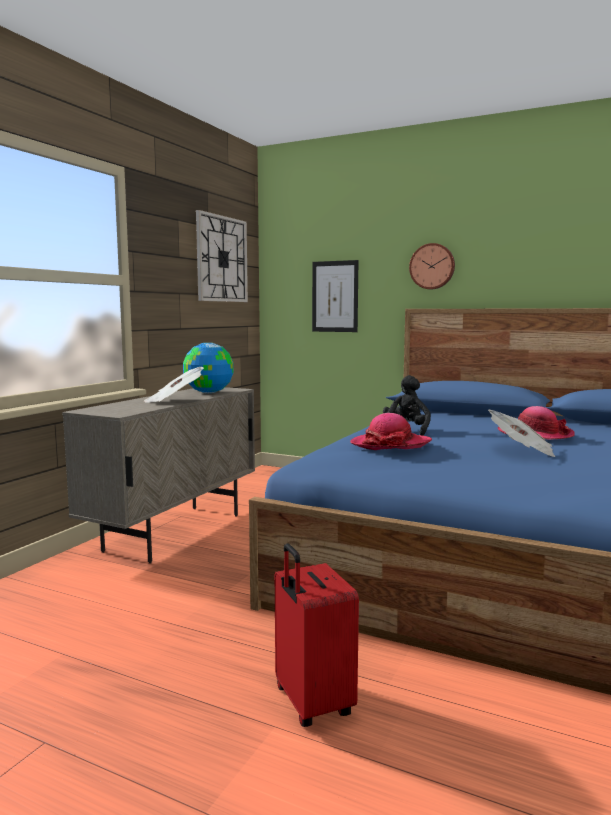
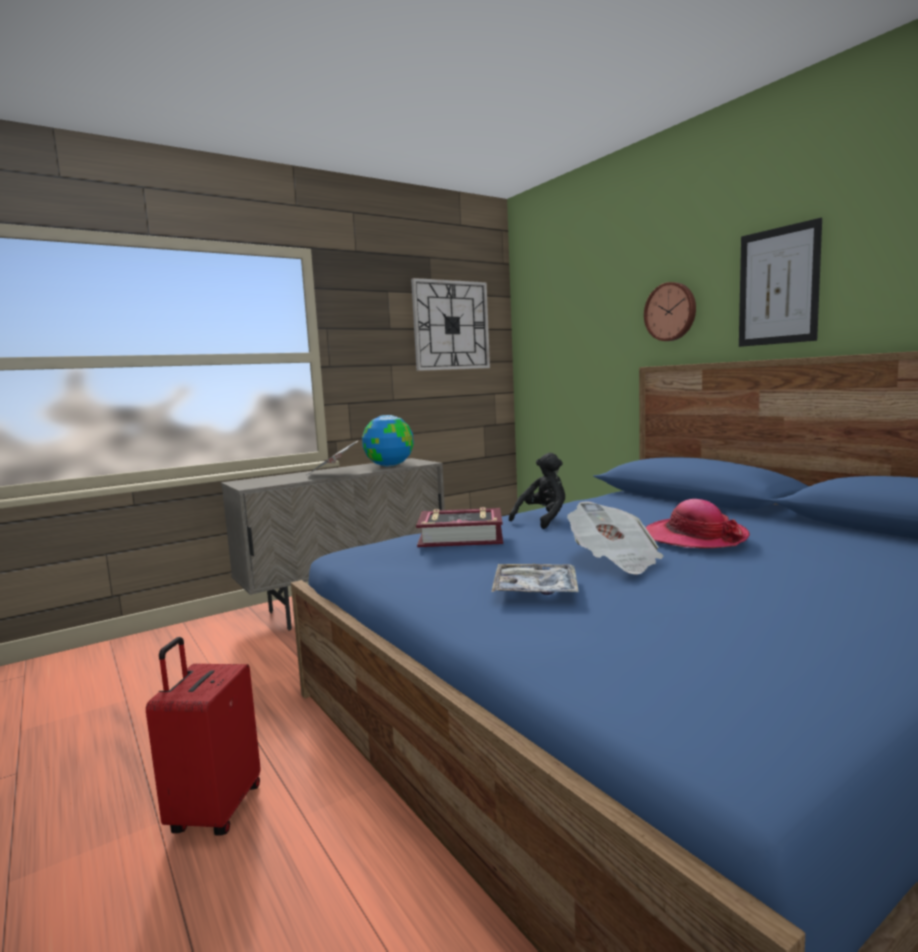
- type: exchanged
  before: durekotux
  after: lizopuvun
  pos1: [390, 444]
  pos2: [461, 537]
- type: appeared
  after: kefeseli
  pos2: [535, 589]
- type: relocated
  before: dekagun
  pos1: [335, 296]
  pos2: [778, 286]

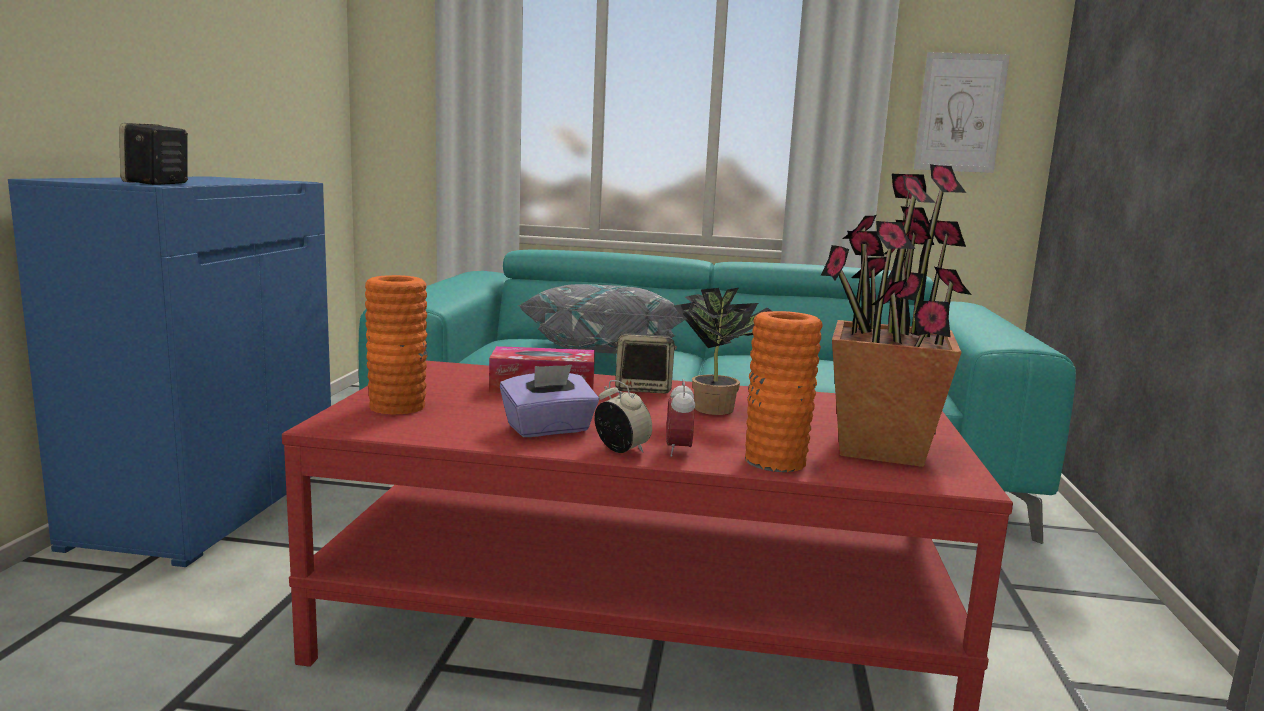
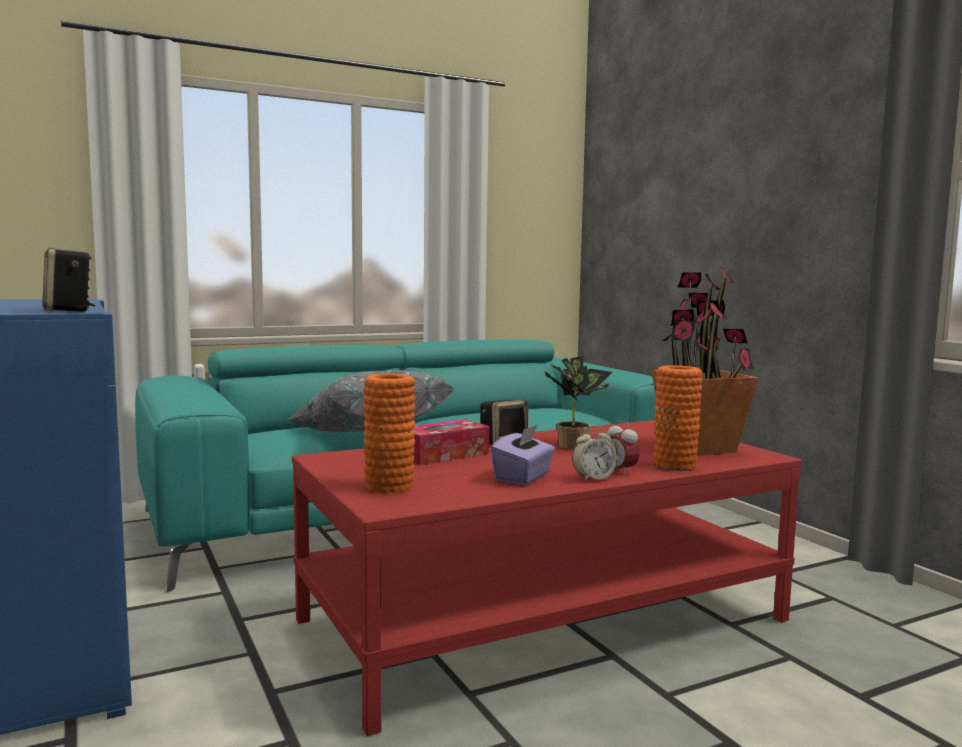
- type: spun
  before: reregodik
  pos1: [621, 450]
  pos2: [593, 478]
  turn: 150
- type: missing
  before: dekagun
  pos1: [960, 113]

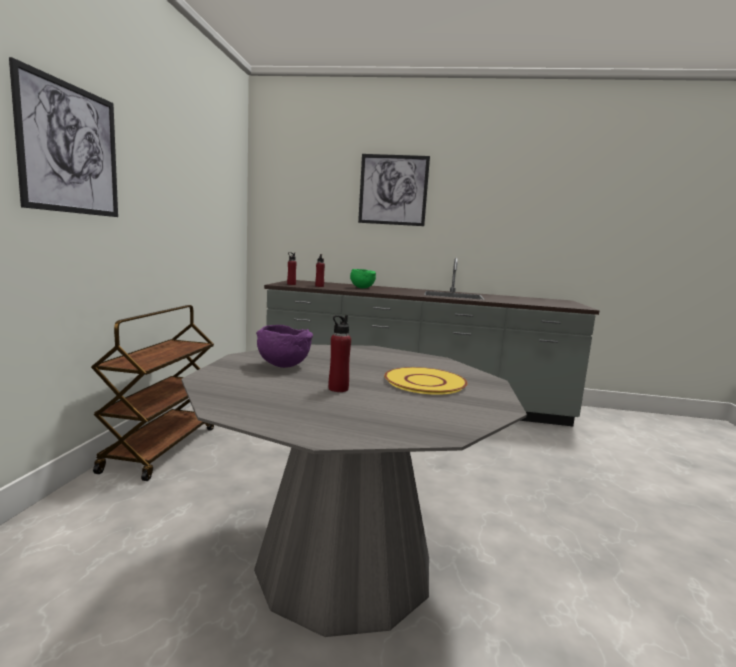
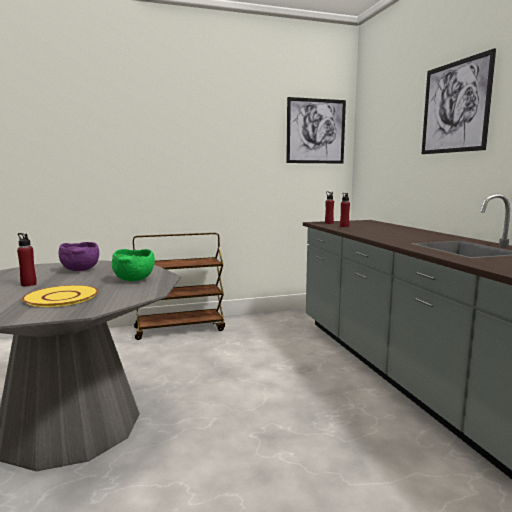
- type: relocated
  before: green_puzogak
  pos1: [361, 288]
  pos2: [134, 280]
- type: relocated
  before: dekagun
  pos1: [70, 149]
  pos2: [316, 131]

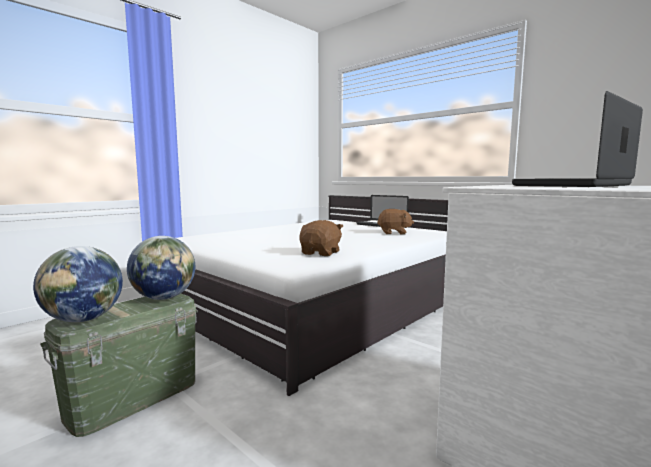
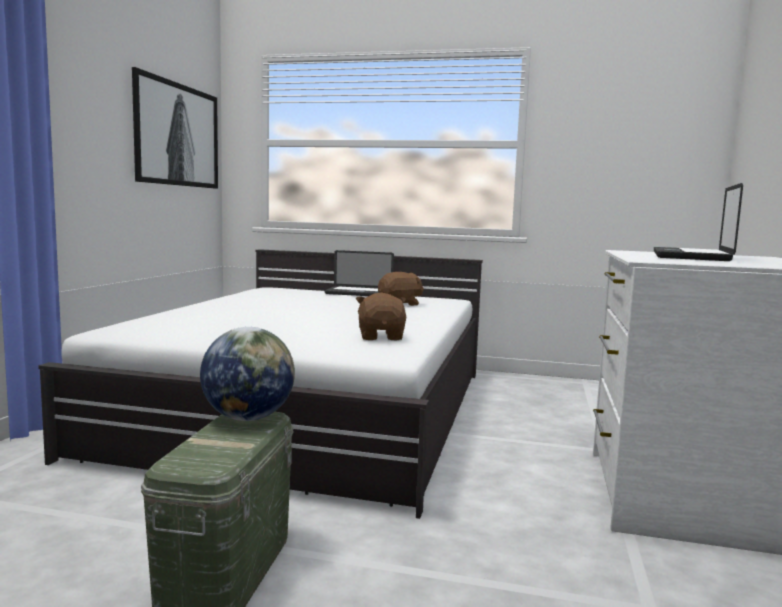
- type: appeared
  after: dekagun
  pos2: [178, 135]
- type: missing
  before: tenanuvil
  pos1: [84, 319]

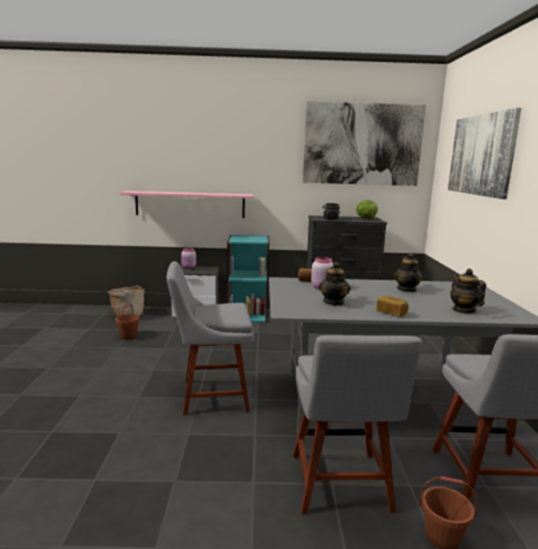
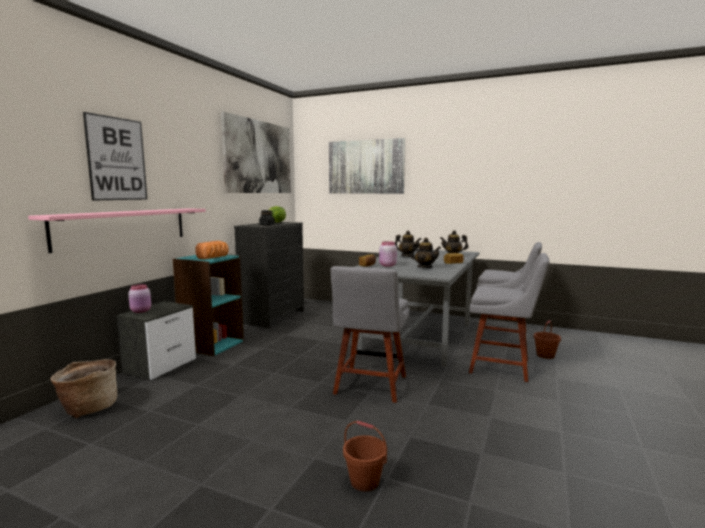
- type: appeared
  after: dekagun
  pos2: [117, 159]
- type: appeared
  after: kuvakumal
  pos2: [214, 258]
- type: relocated
  before: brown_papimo
  pos1: [128, 336]
  pos2: [364, 481]

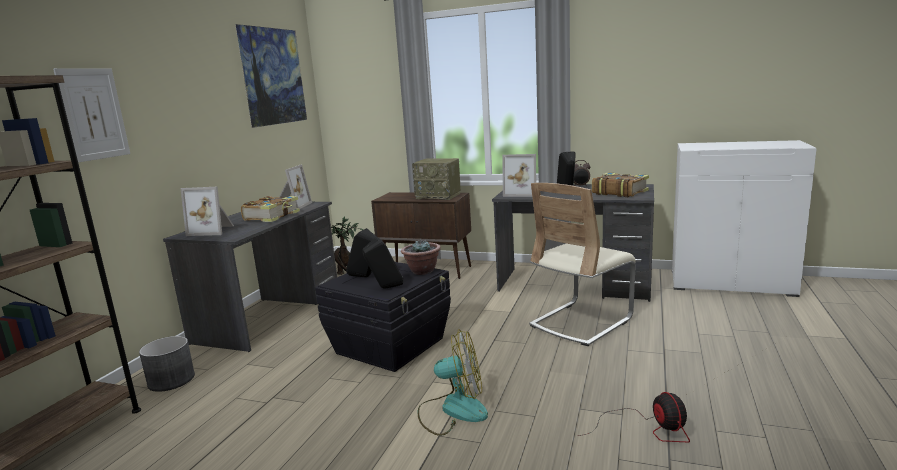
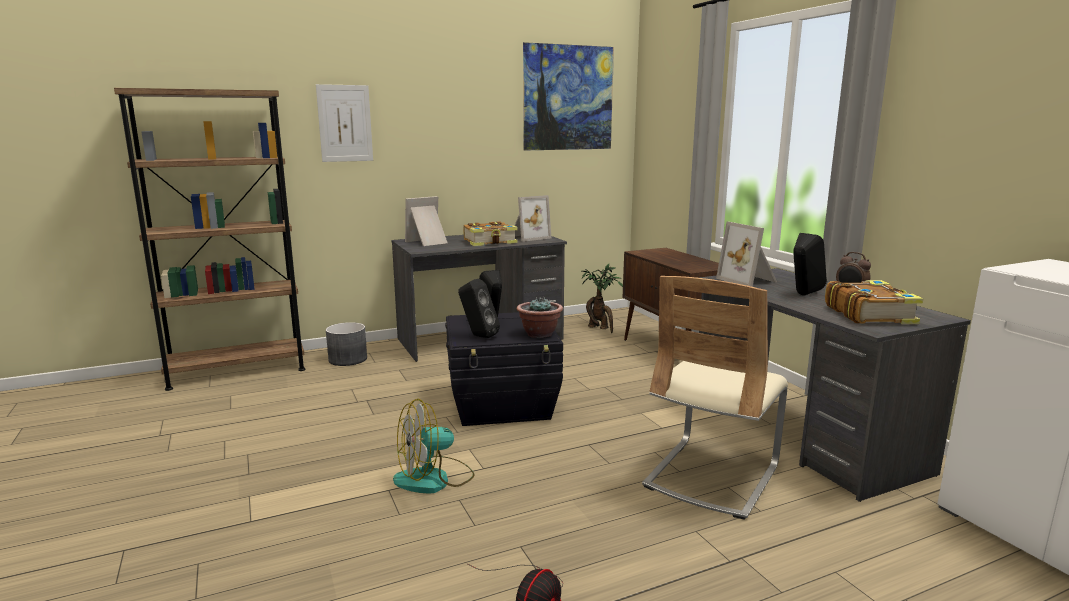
- type: spun
  before: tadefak
  pos1: [453, 410]
  pos2: [434, 479]
  turn: 105
- type: spun
  before: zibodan
  pos1: [213, 230]
  pos2: [428, 242]
  turn: 90
- type: spun
  before: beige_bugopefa
  pos1: [581, 322]
  pos2: [711, 476]
  turn: -60
- type: missing
  before: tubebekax
  pos1: [439, 196]

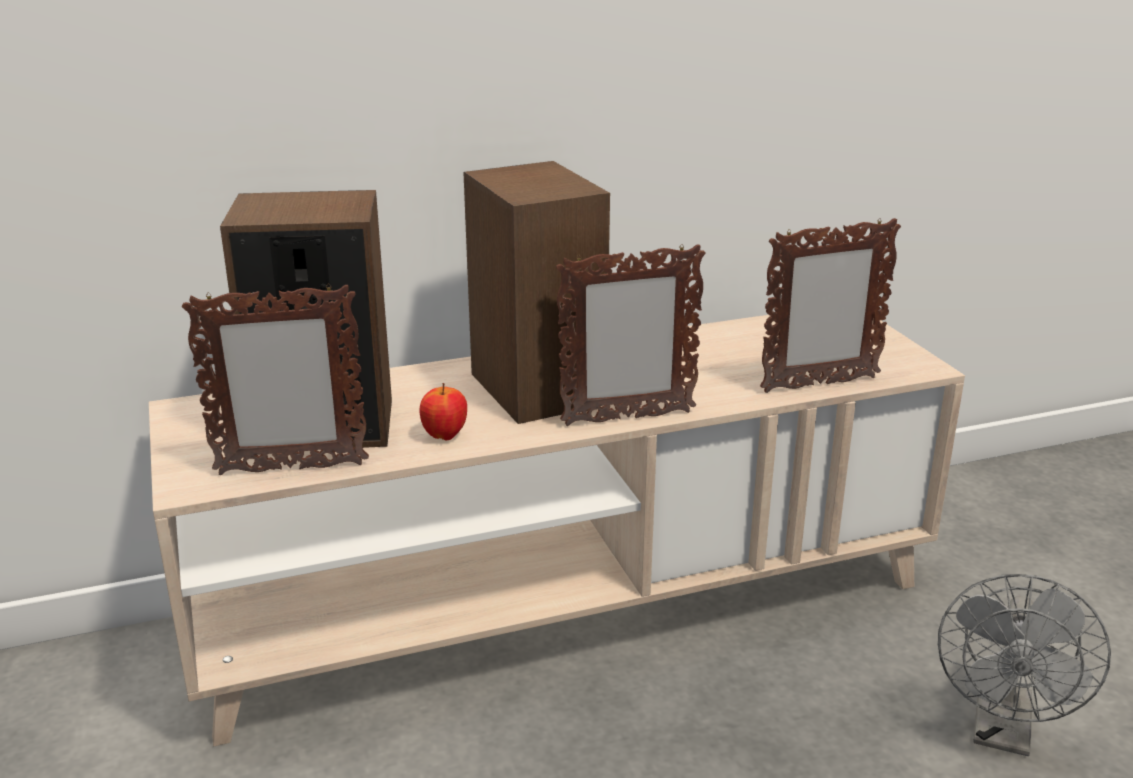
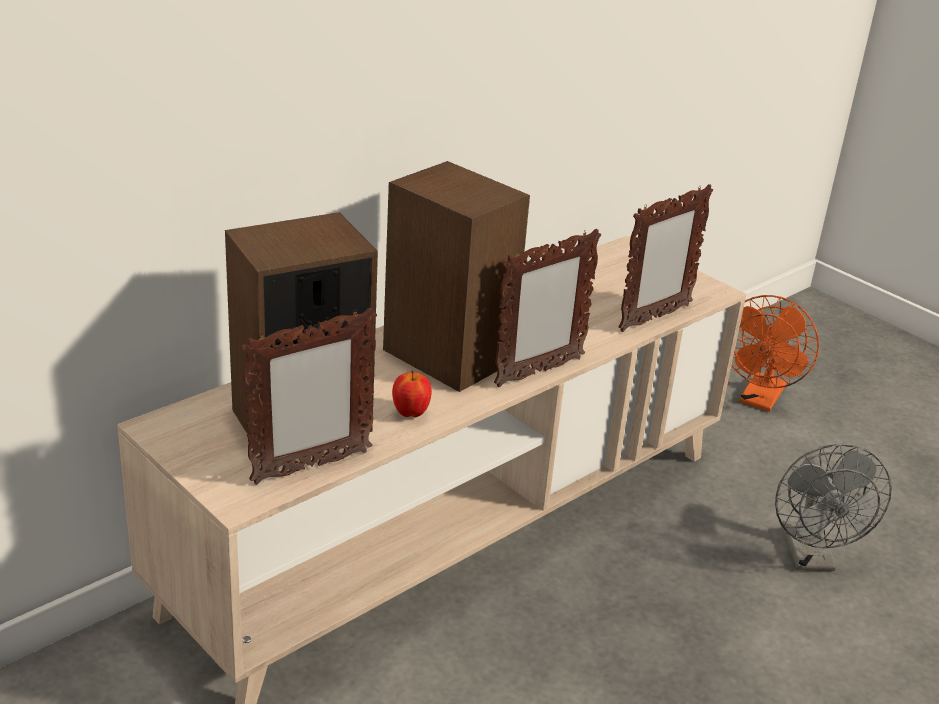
- type: appeared
  after: orange_tadefak
  pos2: [760, 400]

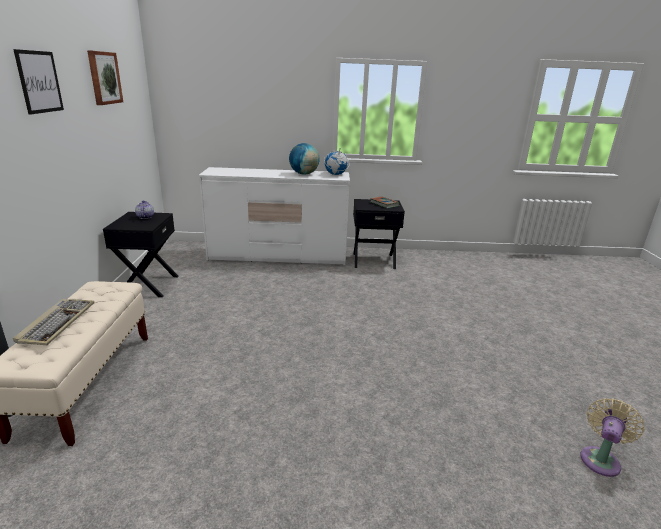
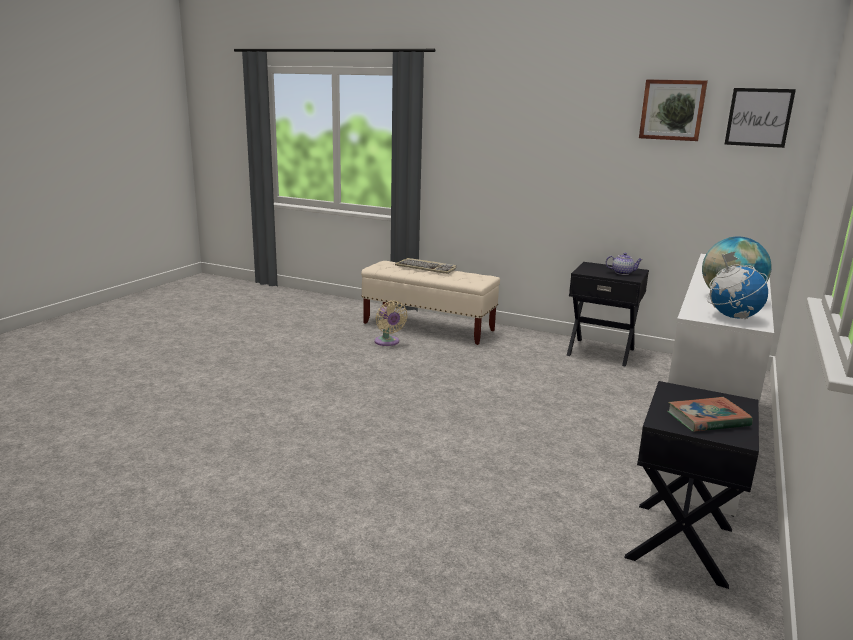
- type: relocated
  before: beige_tadefak
  pos1: [601, 459]
  pos2: [388, 342]
- type: relocated
  before: dekagun
  pos1: [39, 82]
  pos2: [759, 117]

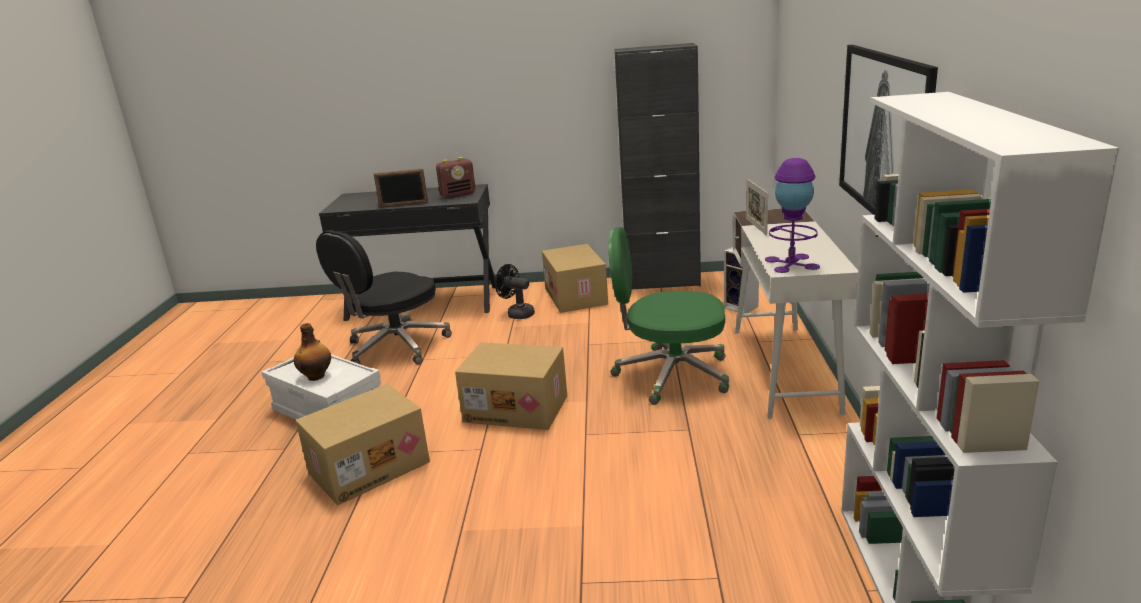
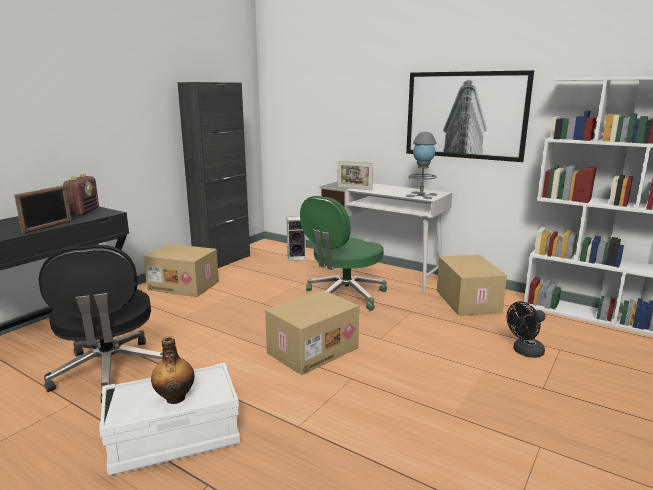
- type: colour
  before: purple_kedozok
  after: grey_kedozok
  pos1: [791, 263]
  pos2: [421, 195]
- type: relocated
  before: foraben
  pos1: [369, 467]
  pos2: [466, 301]
- type: relocated
  before: black_tadefak
  pos1: [517, 314]
  pos2: [525, 352]

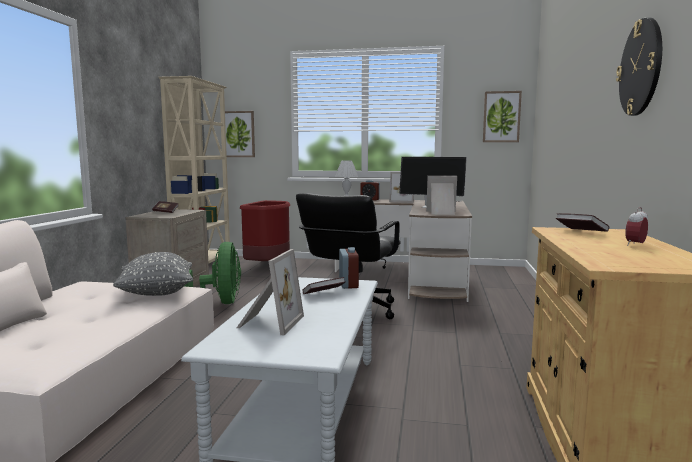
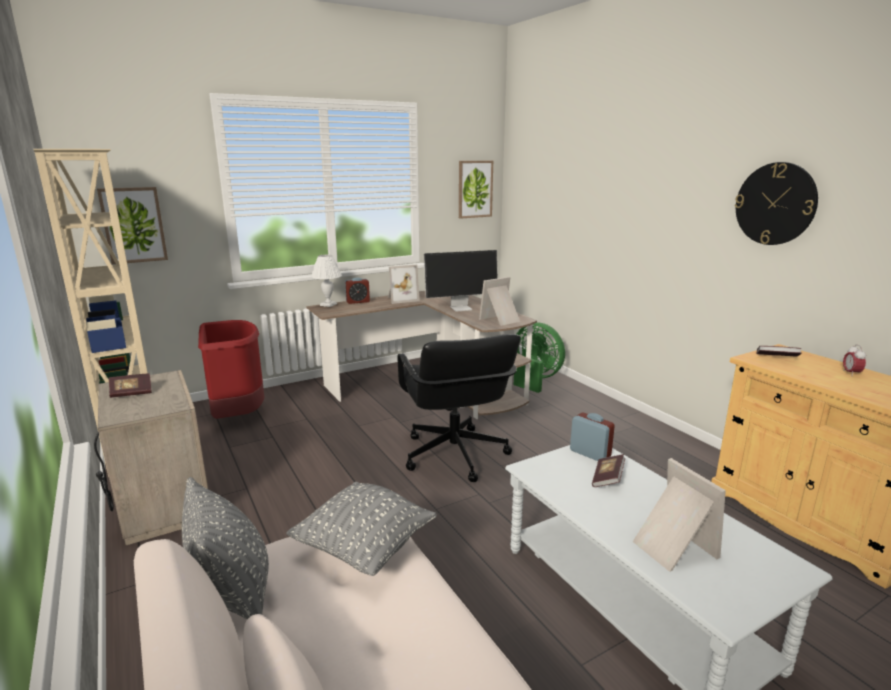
- type: appeared
  after: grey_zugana
  pos2: [233, 594]
- type: relocated
  before: green_tadefak
  pos1: [220, 303]
  pos2: [534, 379]

